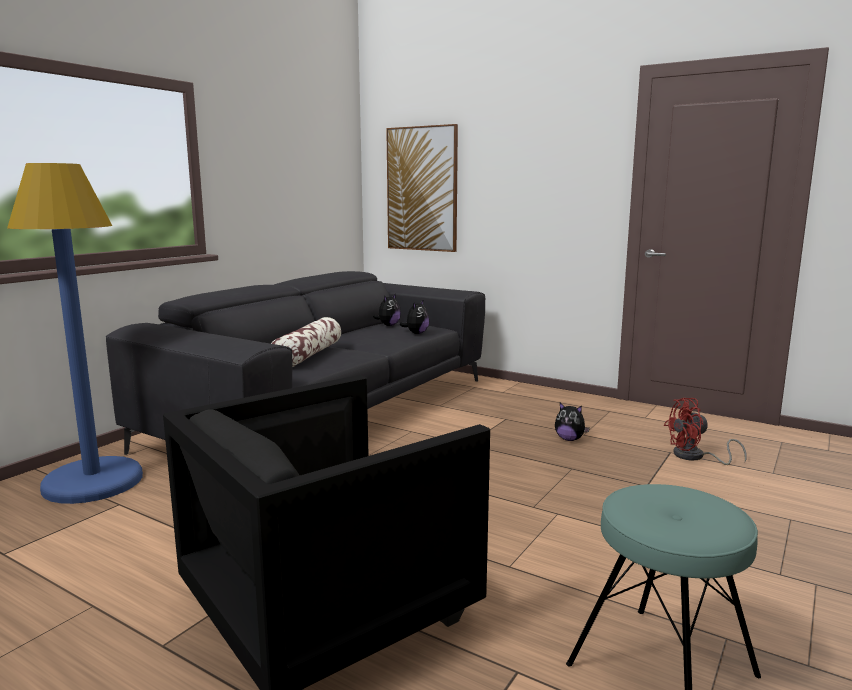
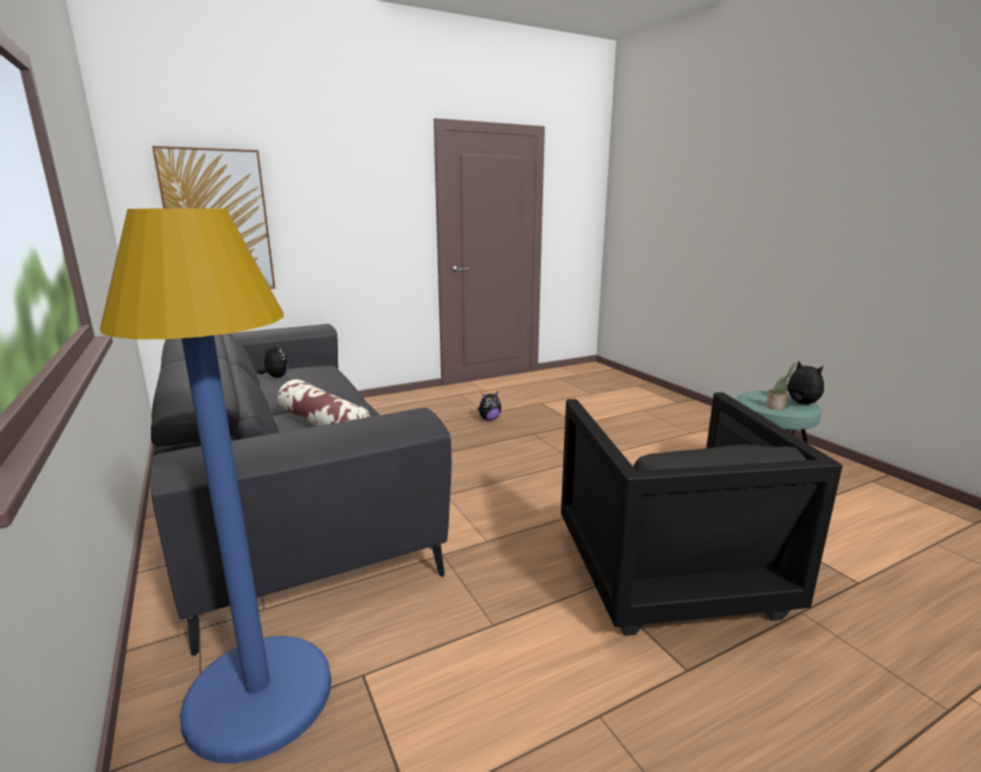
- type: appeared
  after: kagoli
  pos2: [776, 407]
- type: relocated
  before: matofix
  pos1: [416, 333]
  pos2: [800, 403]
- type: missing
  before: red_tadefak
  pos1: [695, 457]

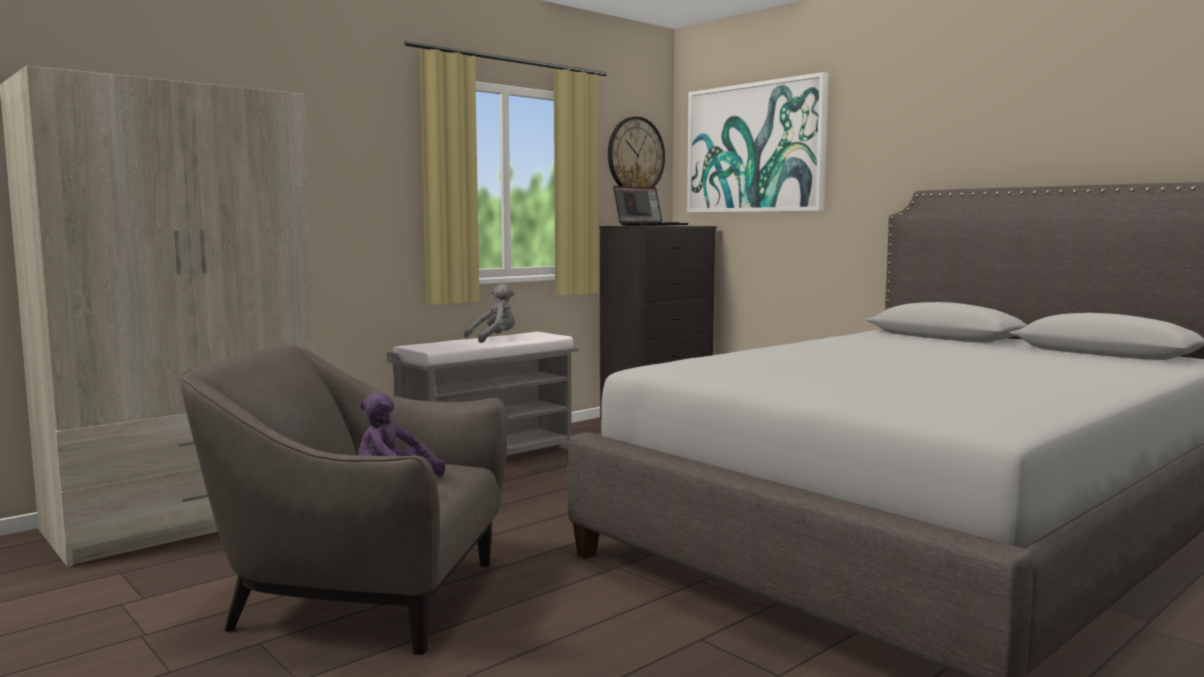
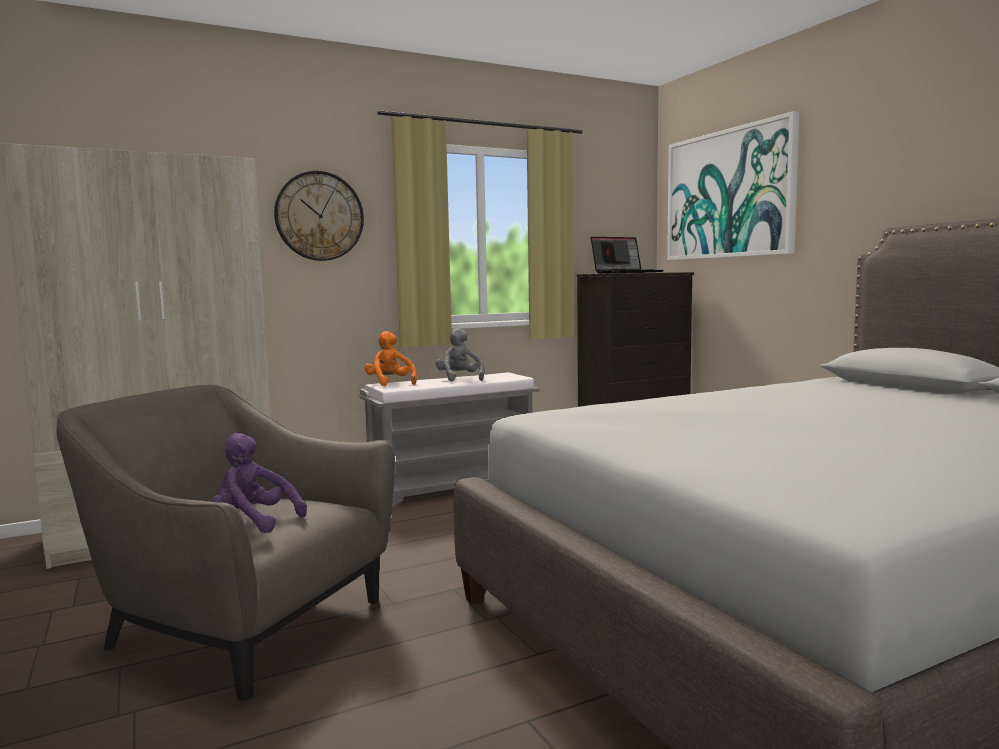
- type: relocated
  before: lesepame
  pos1: [635, 155]
  pos2: [319, 216]
- type: appeared
  after: orange_matofix
  pos2: [390, 383]
- type: spun
  before: grey_matofix
  pos1: [494, 339]
  pos2: [459, 379]
  turn: -90

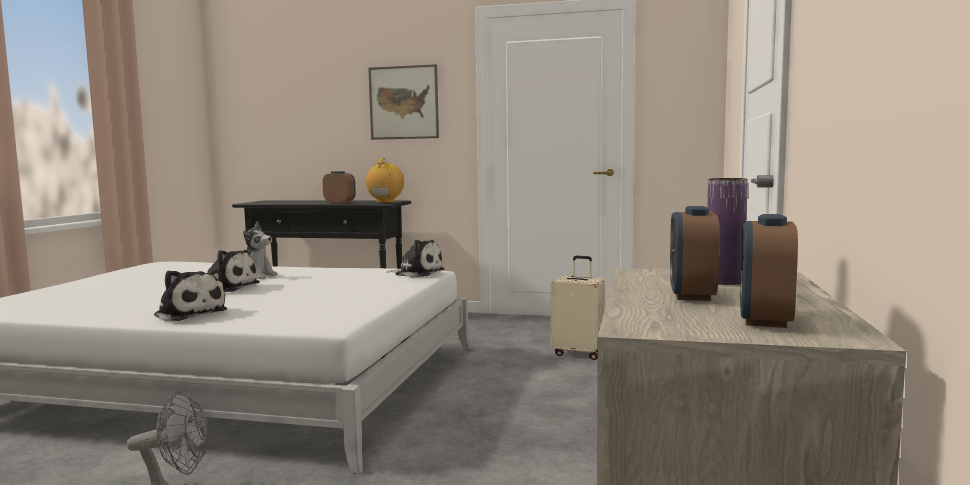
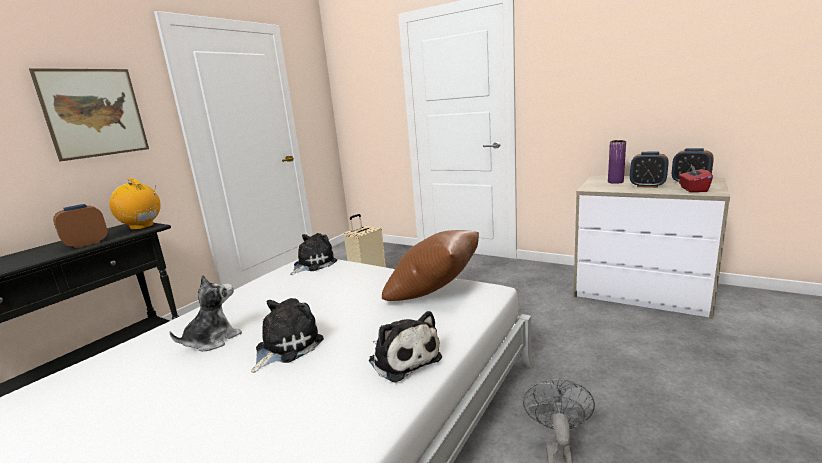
- type: spun
  before: matofix
  pos1: [189, 314]
  pos2: [403, 358]
  turn: 90
- type: appeared
  after: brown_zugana
  pos2: [435, 292]
- type: appeared
  after: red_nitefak
  pos2: [693, 189]

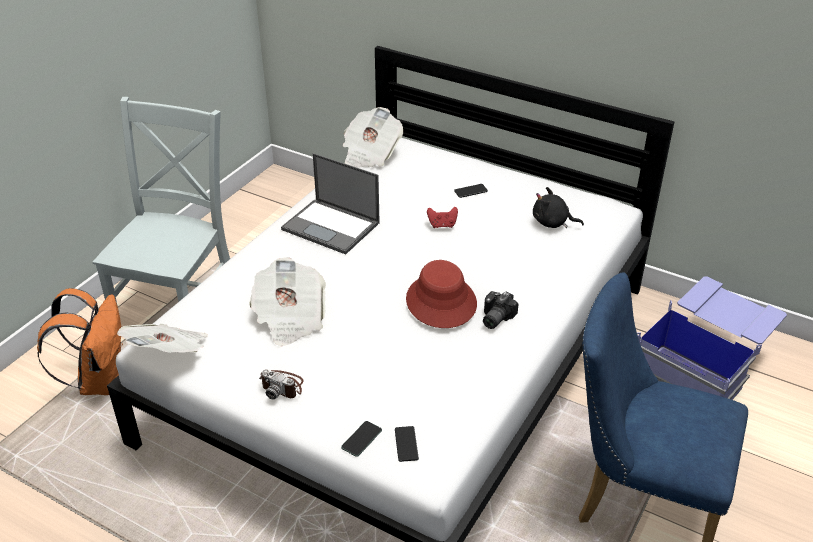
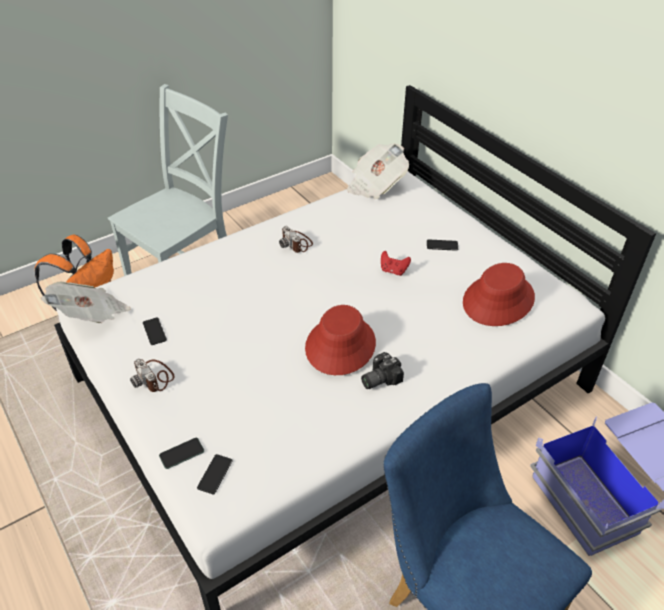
- type: appeared
  after: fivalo
  pos2: [154, 331]
- type: exchanged
  before: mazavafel
  after: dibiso
  pos1: [332, 226]
  pos2: [296, 243]
- type: exchanged
  before: black_matofix
  after: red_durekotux
  pos1: [552, 223]
  pos2: [498, 300]
- type: missing
  before: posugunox
  pos1: [290, 318]

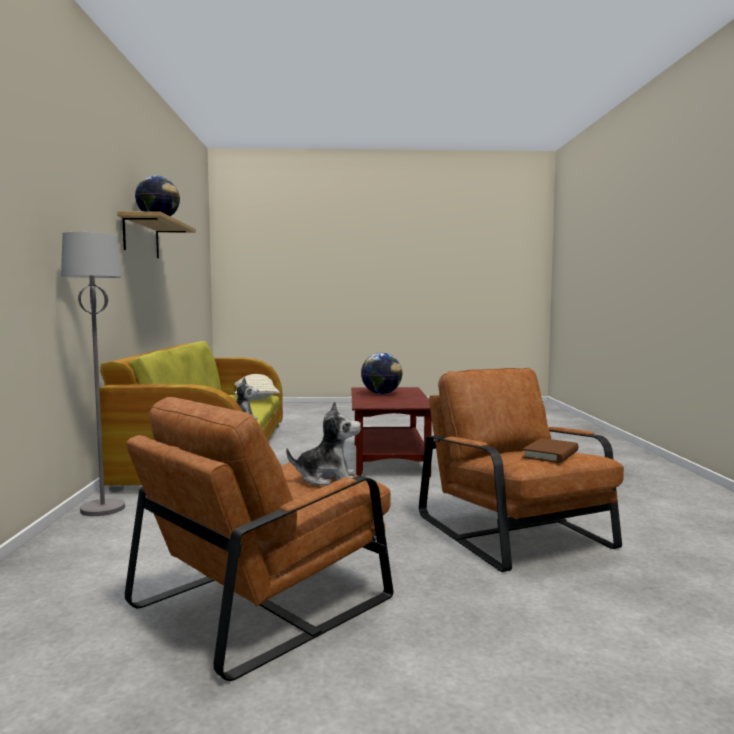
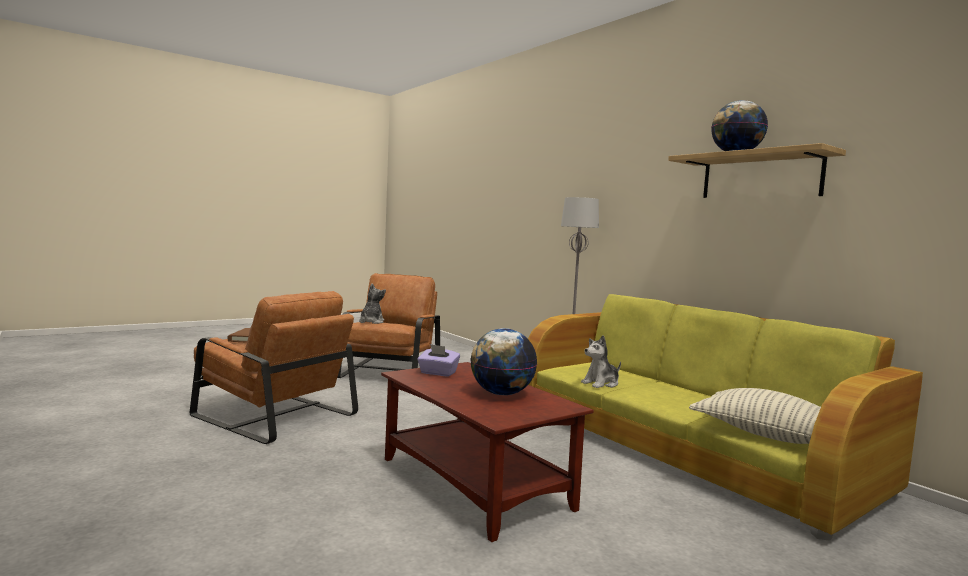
- type: spun
  before: matofix
  pos1: [327, 478]
  pos2: [371, 322]
  turn: 135
- type: appeared
  after: purple_nitefak
  pos2: [438, 373]

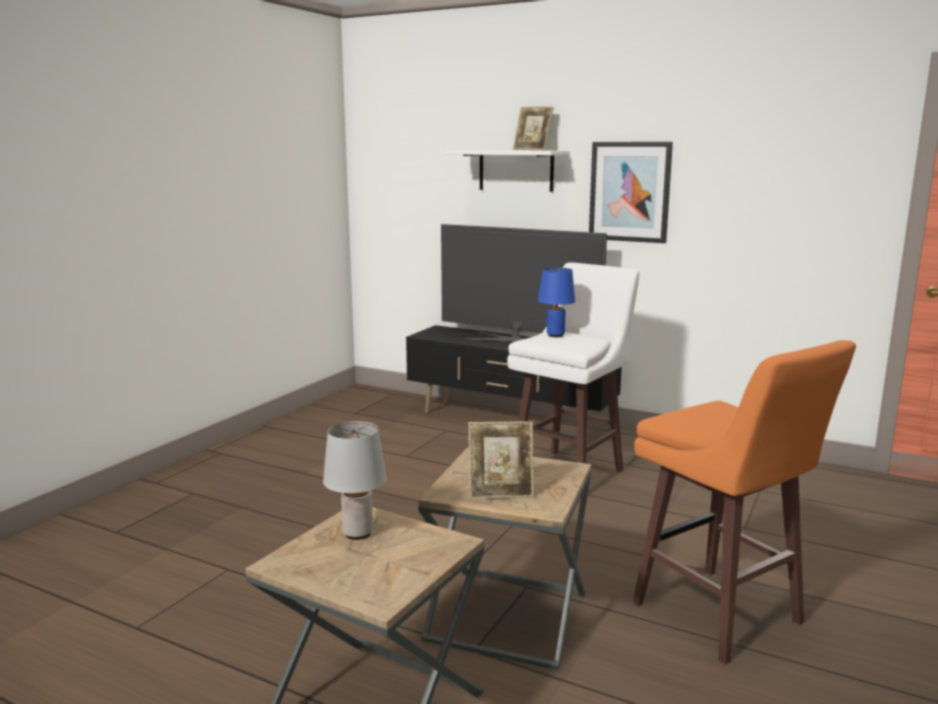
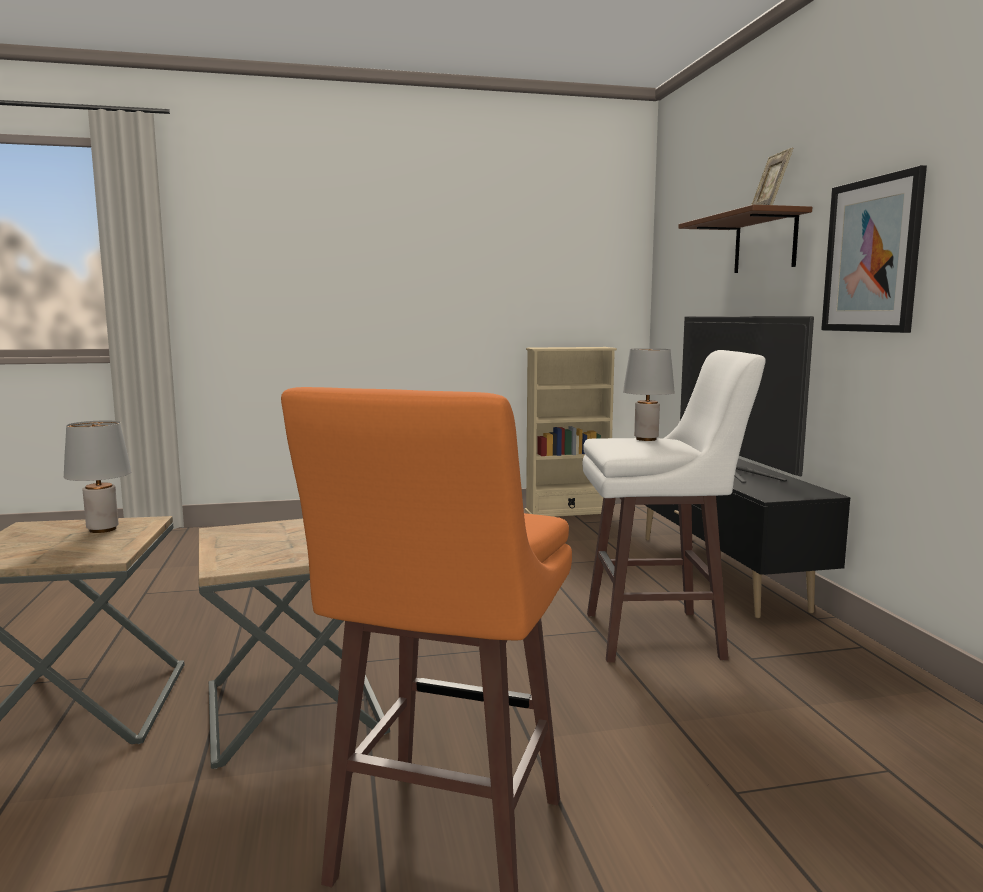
- type: appeared
  after: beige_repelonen
  pos2: [567, 512]
- type: colour
  before: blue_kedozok
  after: grey_kedozok
  pos1: [555, 335]
  pos2: [645, 439]
- type: colour
  before: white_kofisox
  after: brown_kofisox
  pos1: [516, 170]
  pos2: [765, 243]
- type: missing
  before: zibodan
  pos1: [500, 493]

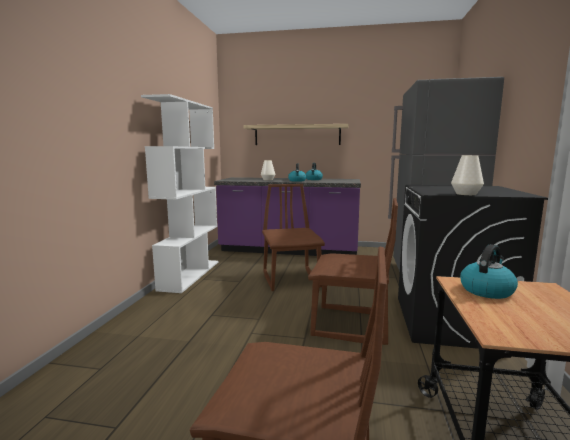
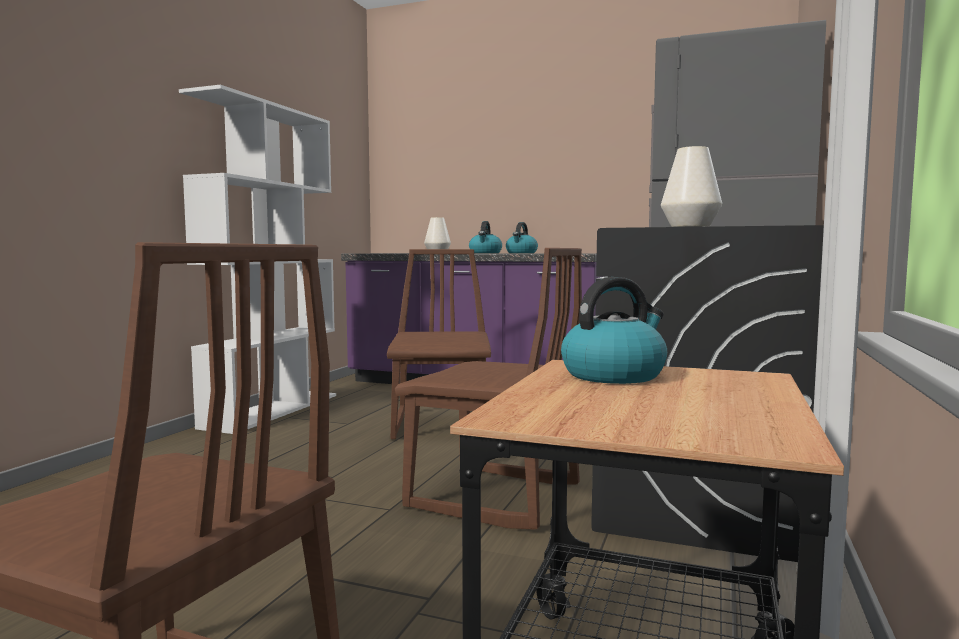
- type: missing
  before: kofisox
  pos1: [297, 135]

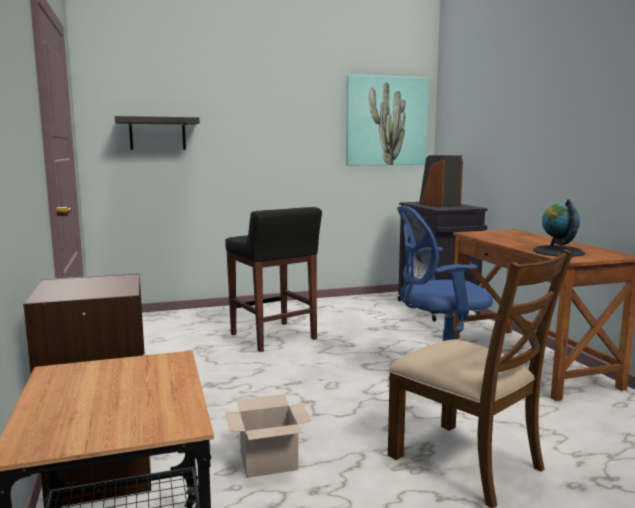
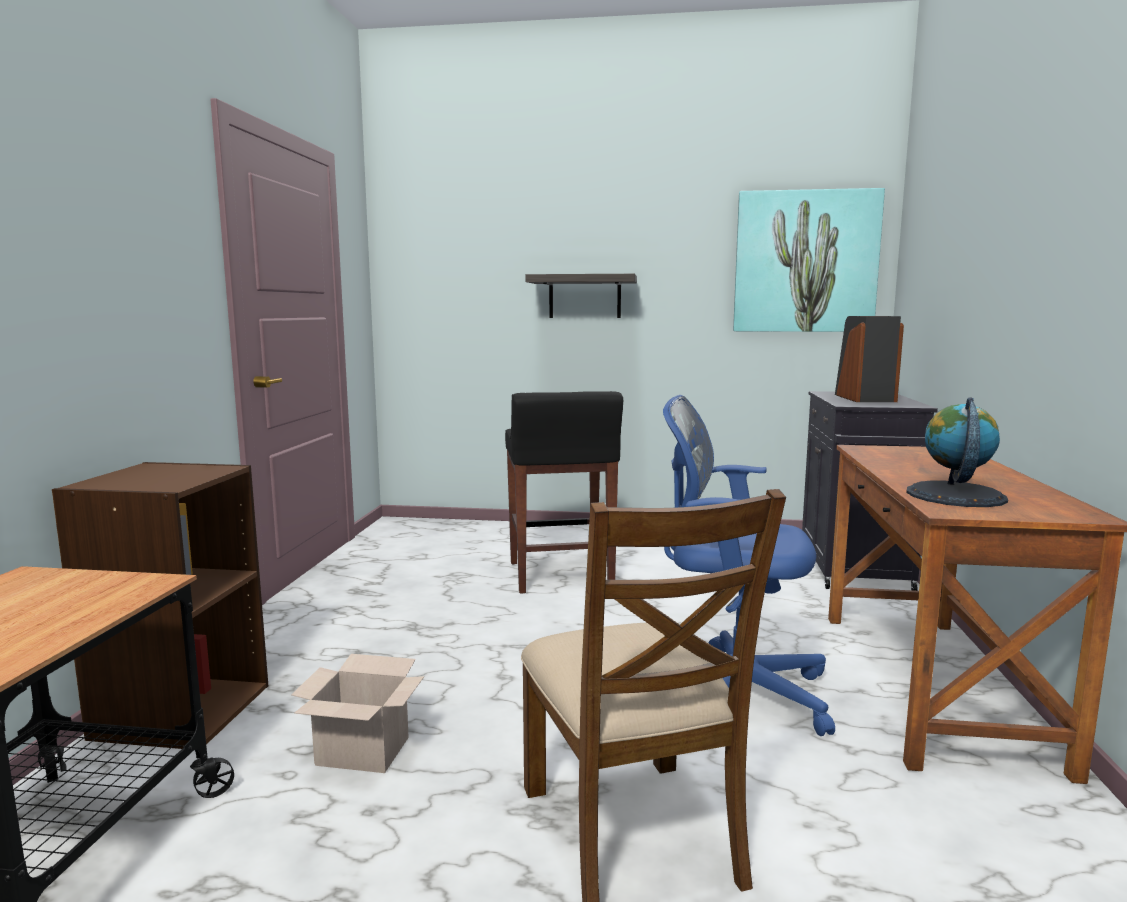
- type: relocated
  before: kofisox
  pos1: [157, 134]
  pos2: [585, 297]

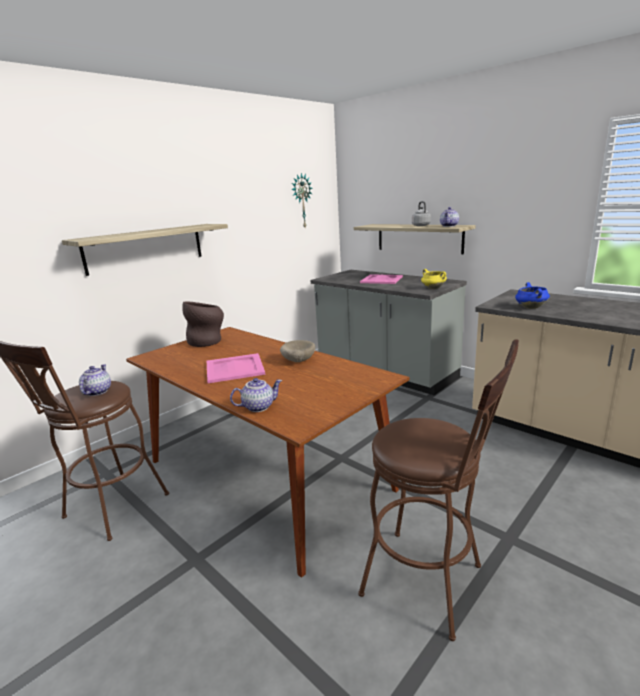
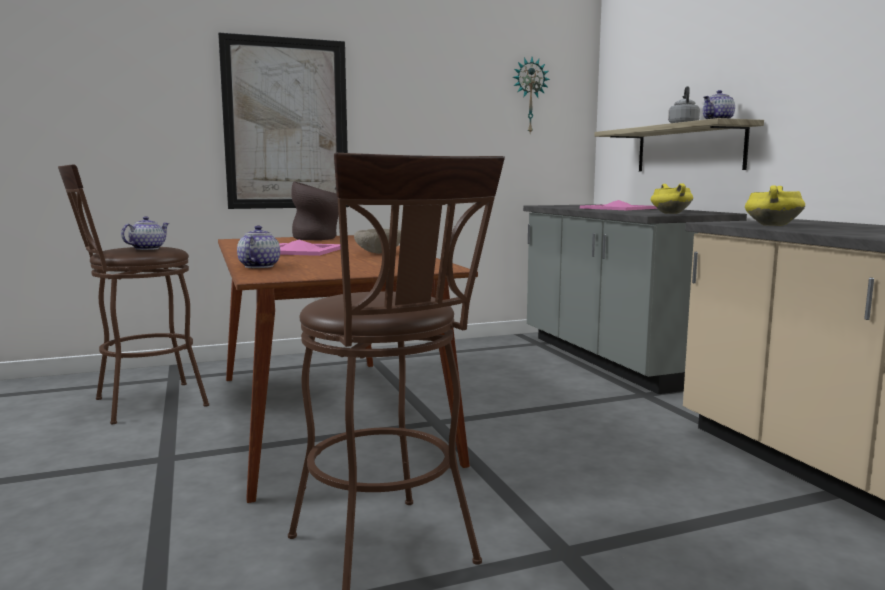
- type: exchanged
  before: kofisox
  after: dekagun
  pos1: [145, 248]
  pos2: [286, 124]
- type: spun
  before: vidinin
  pos1: [258, 406]
  pos2: [258, 266]
  turn: -90
- type: colour
  before: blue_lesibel
  after: yellow_lesibel
  pos1: [530, 307]
  pos2: [772, 225]

